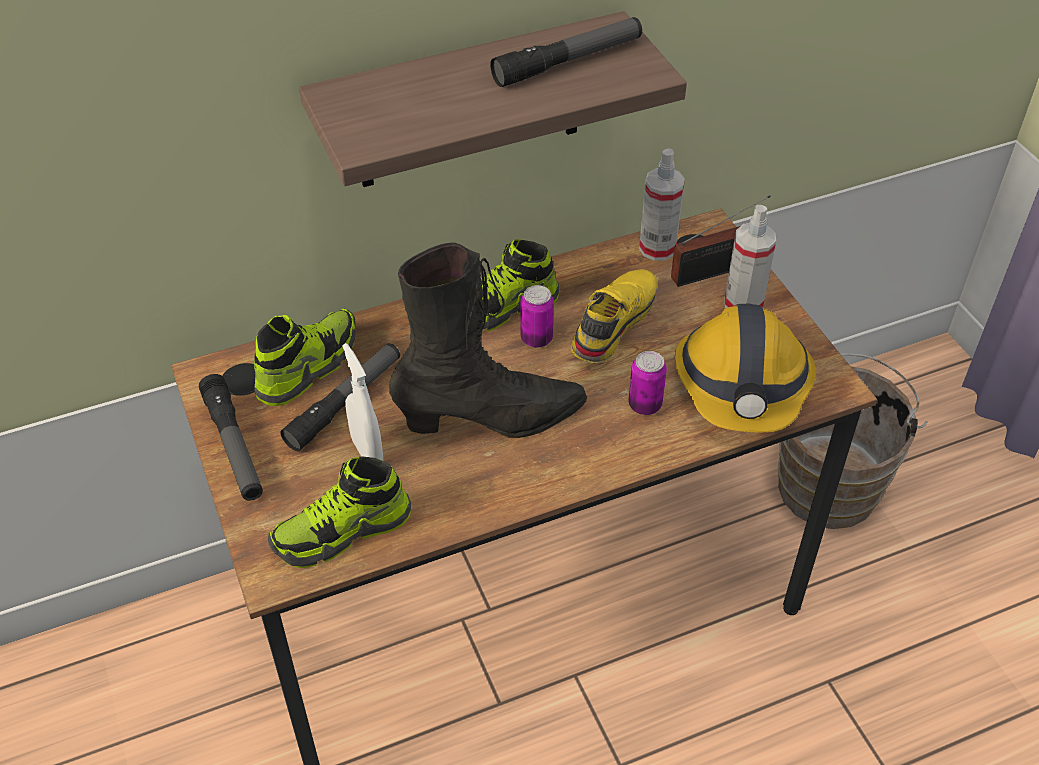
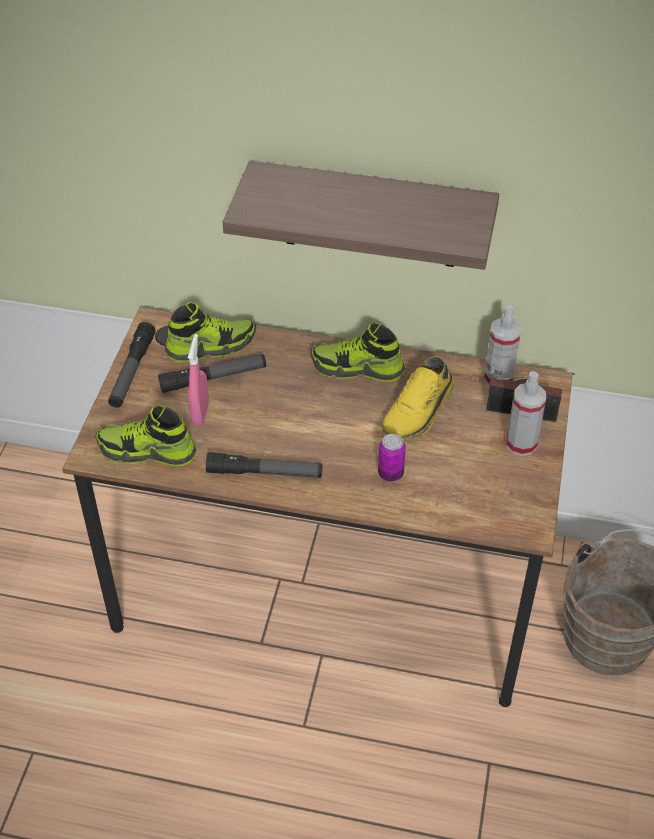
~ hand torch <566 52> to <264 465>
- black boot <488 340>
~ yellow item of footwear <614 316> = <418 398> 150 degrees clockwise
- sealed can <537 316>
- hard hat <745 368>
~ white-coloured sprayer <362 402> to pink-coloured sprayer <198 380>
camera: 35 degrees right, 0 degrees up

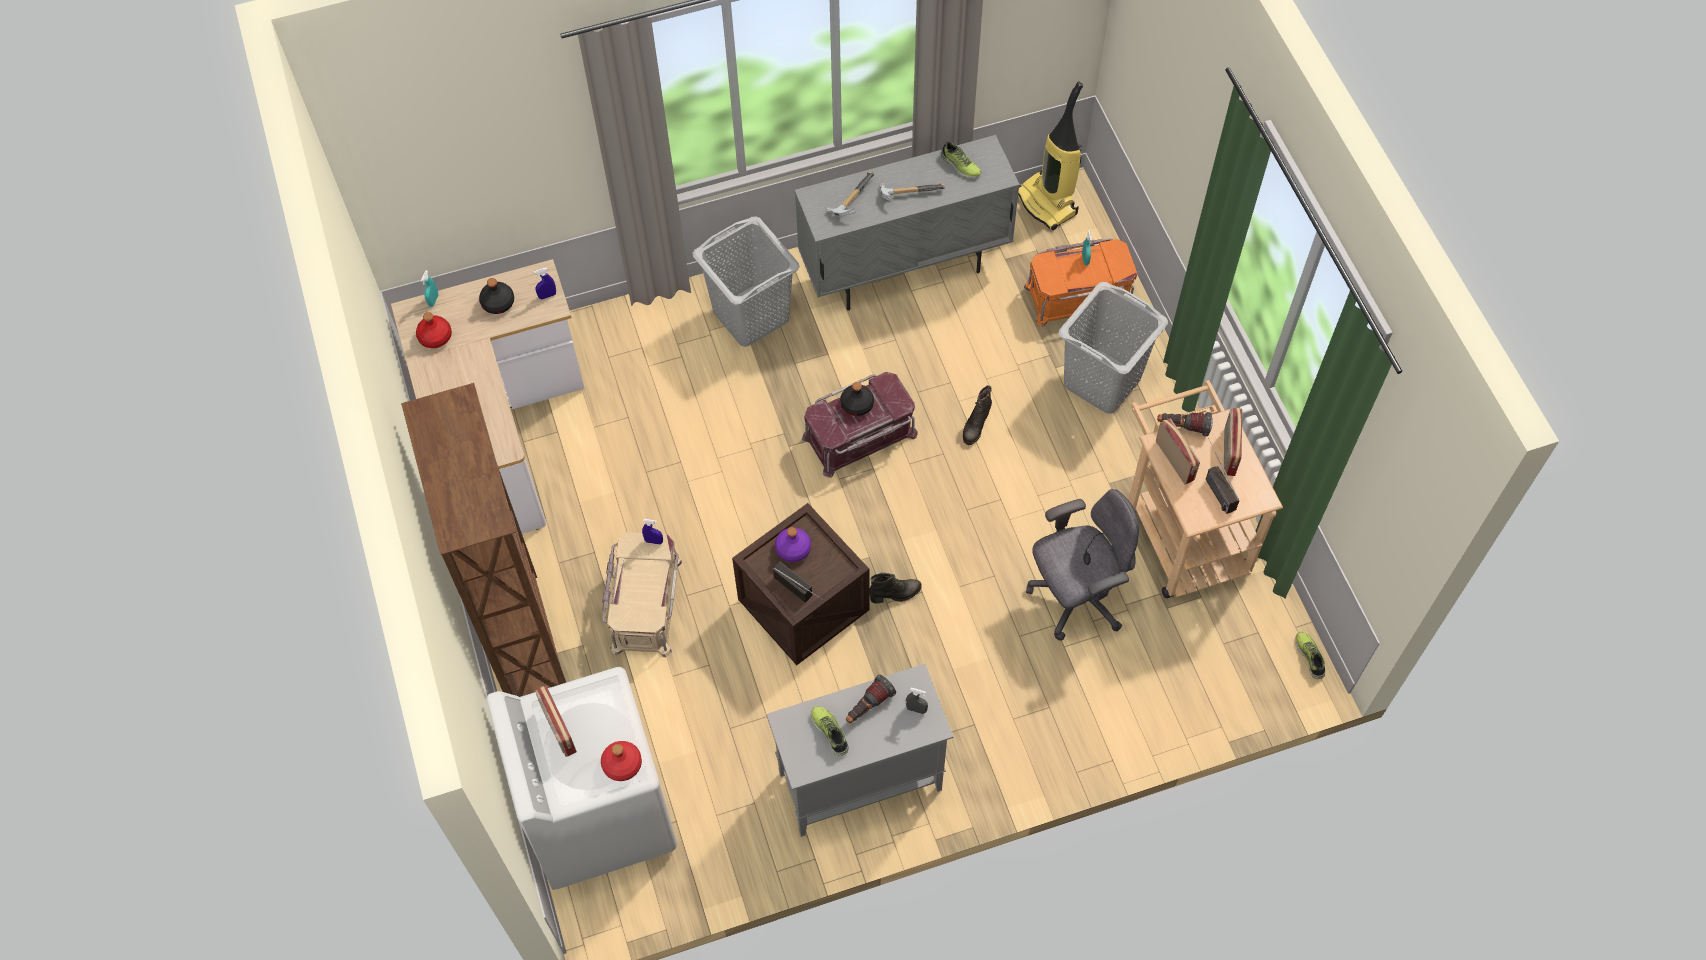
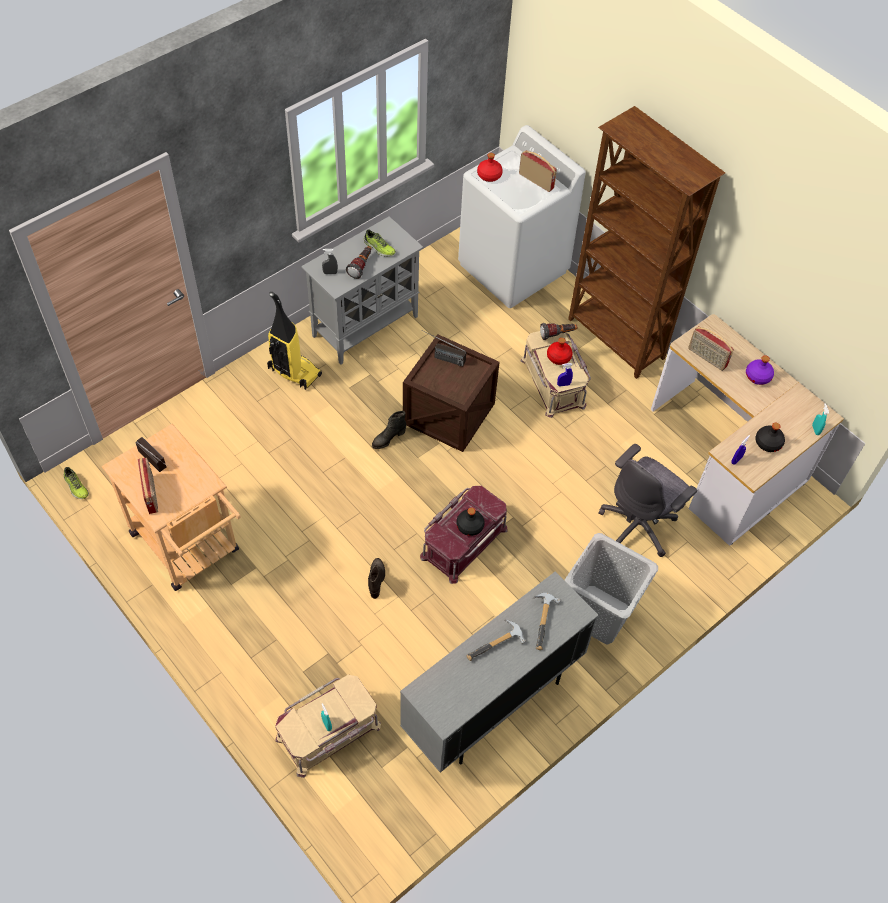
~ hoover <1050 156> to <294 341>
- item of footwear <961 159>
~ orange storage box <1080 282> to sand-coloured storage box <328 726>
- grey hamper <1113 348>
~ reddish beverage bottle <434 330> to <559 351>
~ hand torch <1185 424> to <559 331>
~ radio <1178 452> to <711 348>
~ grey computer chair <1082 565> to <647 500>
~ purple beverage bottle <793 544> to <760 370>
camera: 155 degrees right, 5 degrees down

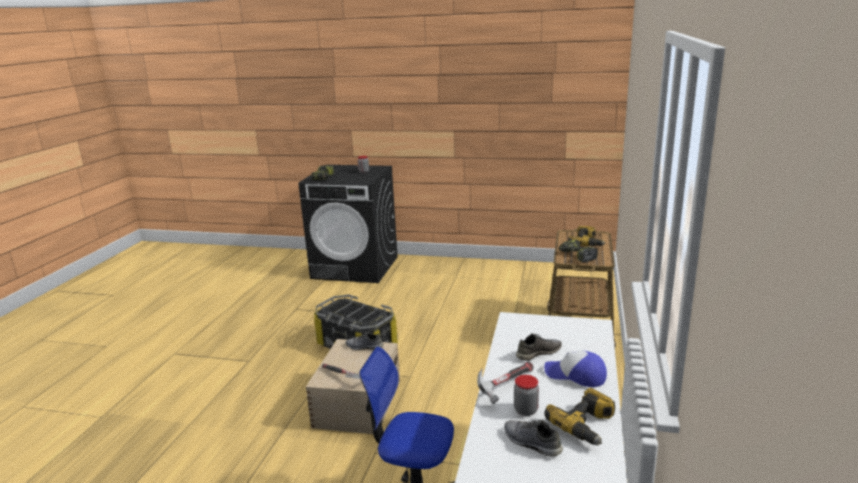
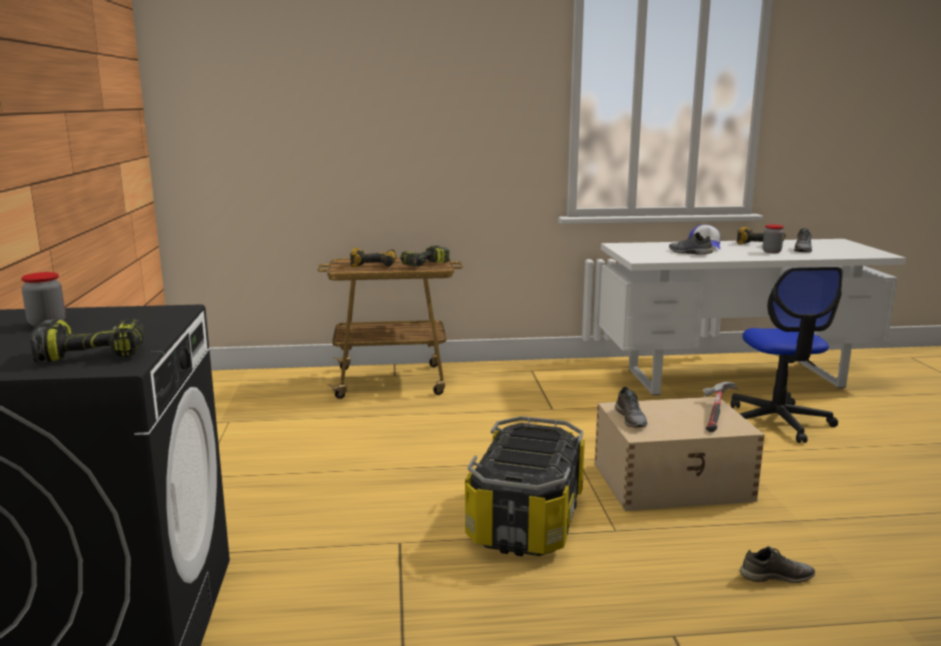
- hammer <505 383>
+ grey item of footwear <777 564>
camera: 110 degrees left, 5 degrees down

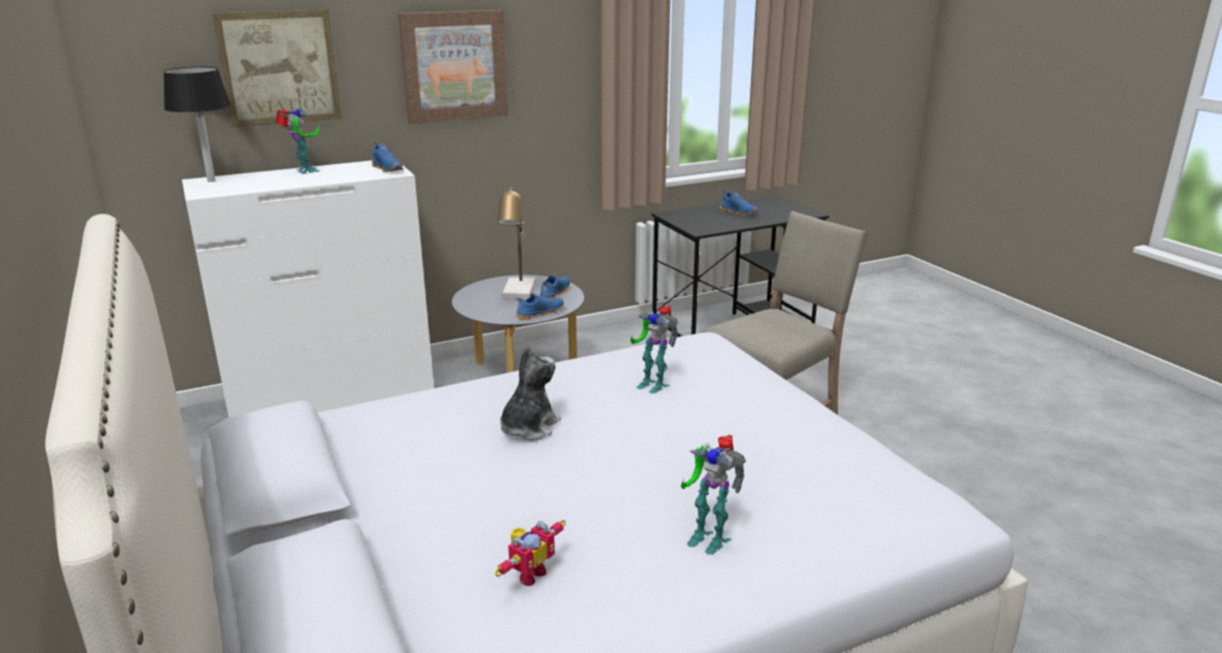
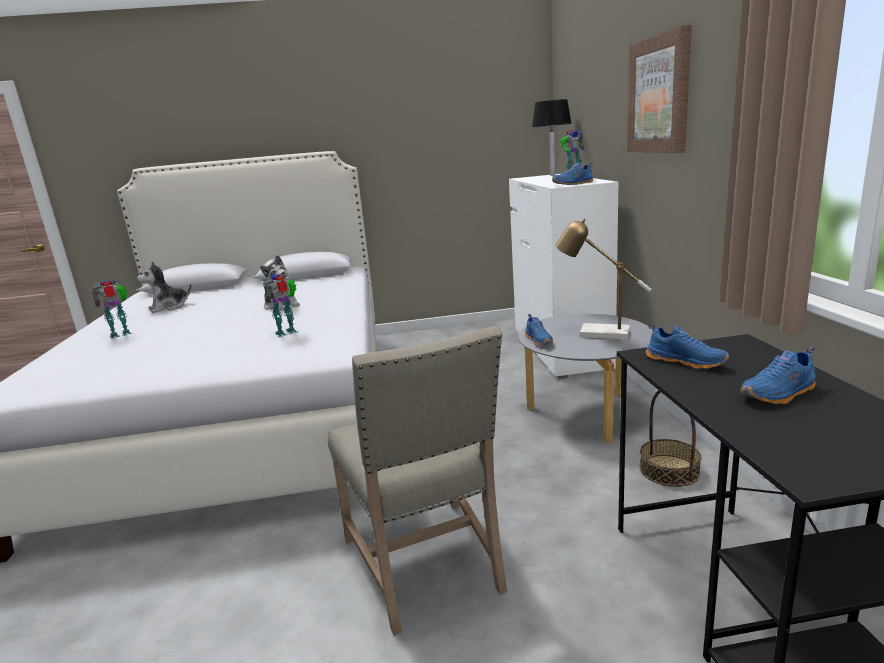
- picture <277 68>
~ blue item of footwear <555 287> to <687 346>
~ robot figure <530 553> to cuddly toy <164 287>
+ household basket <670 438>
camera: 110 degrees right, 5 degrees down

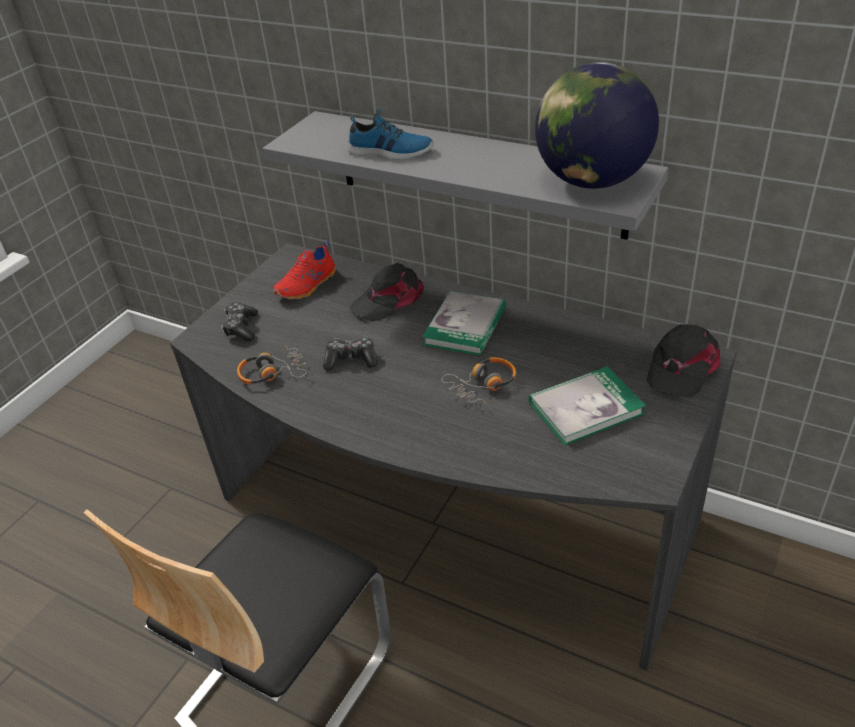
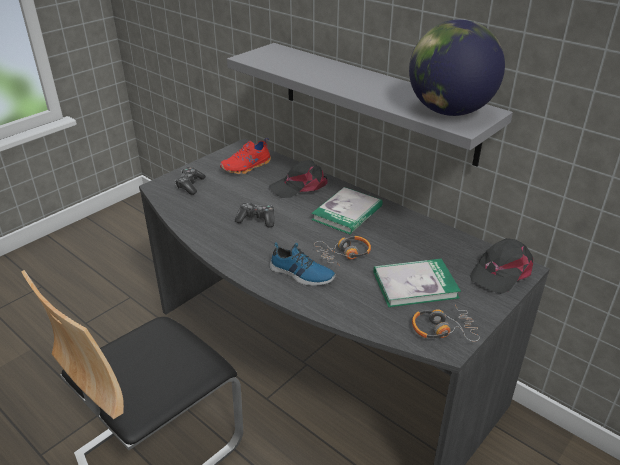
~ item of footwear <390 134> to <303 264>
~ headset <272 364> to <446 323>
camera: 10 degrees right, 5 degrees down

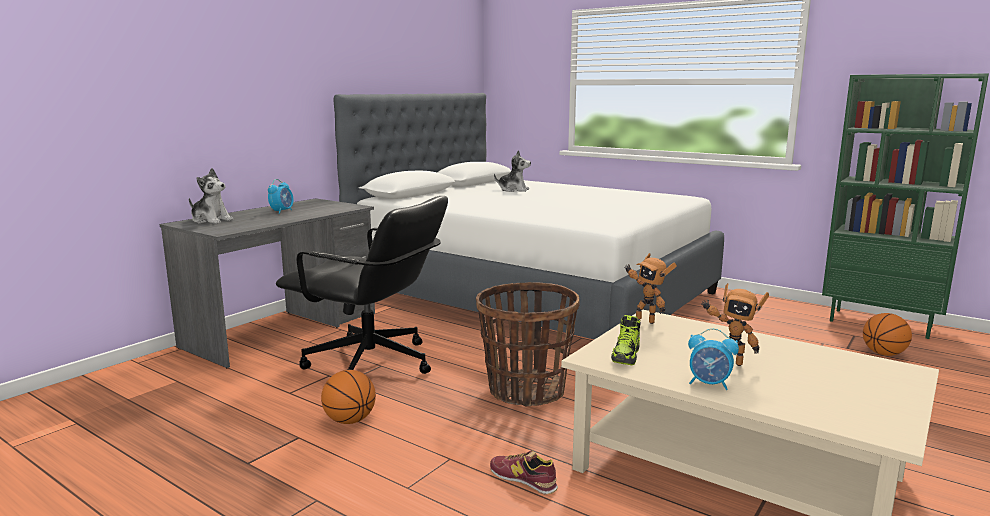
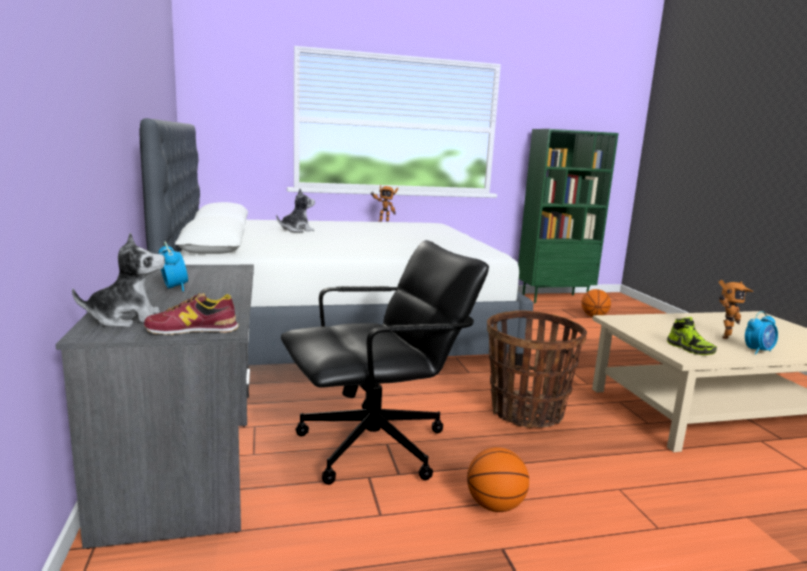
~ robot figure <650 288> to <384 203>
~ item of footwear <524 473> to <191 314>
camera: 50 degrees left, 0 degrees up

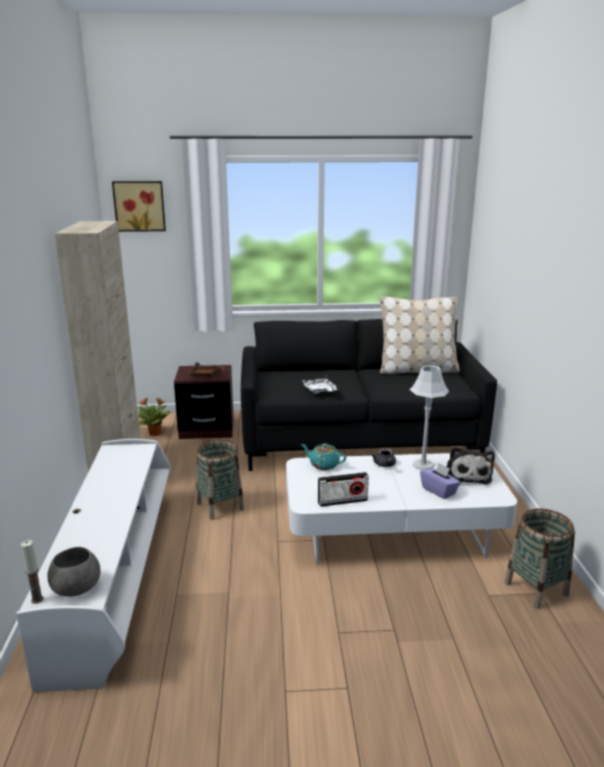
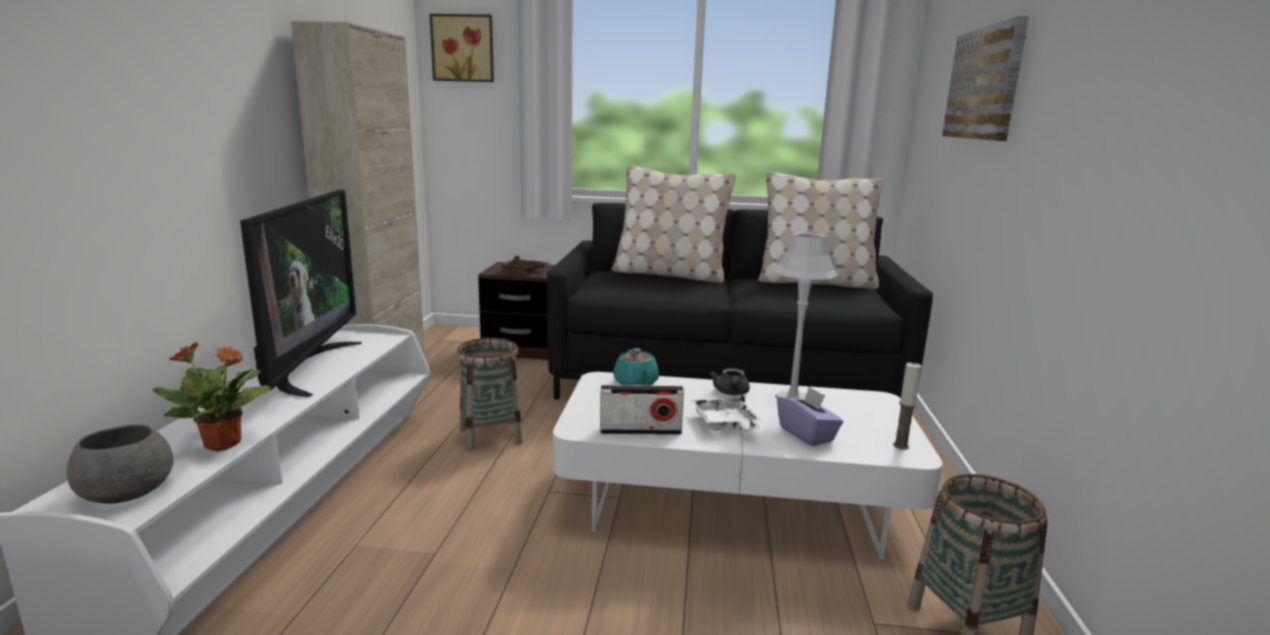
~ white-coloured carrying tray <319 385> to <726 412>
~ houseplant <154 416> to <211 396>
~ blue-green pot for tea <323 457> = <636 366> 135 degrees counterclockwise
- cuddly toy <470 465>
~ wax candle <32 572> to <907 406>
+ picture <985 78>
+ sand-coloured cushion <674 224>
+ TV <301 293>
camera: 10 degrees right, 5 degrees down

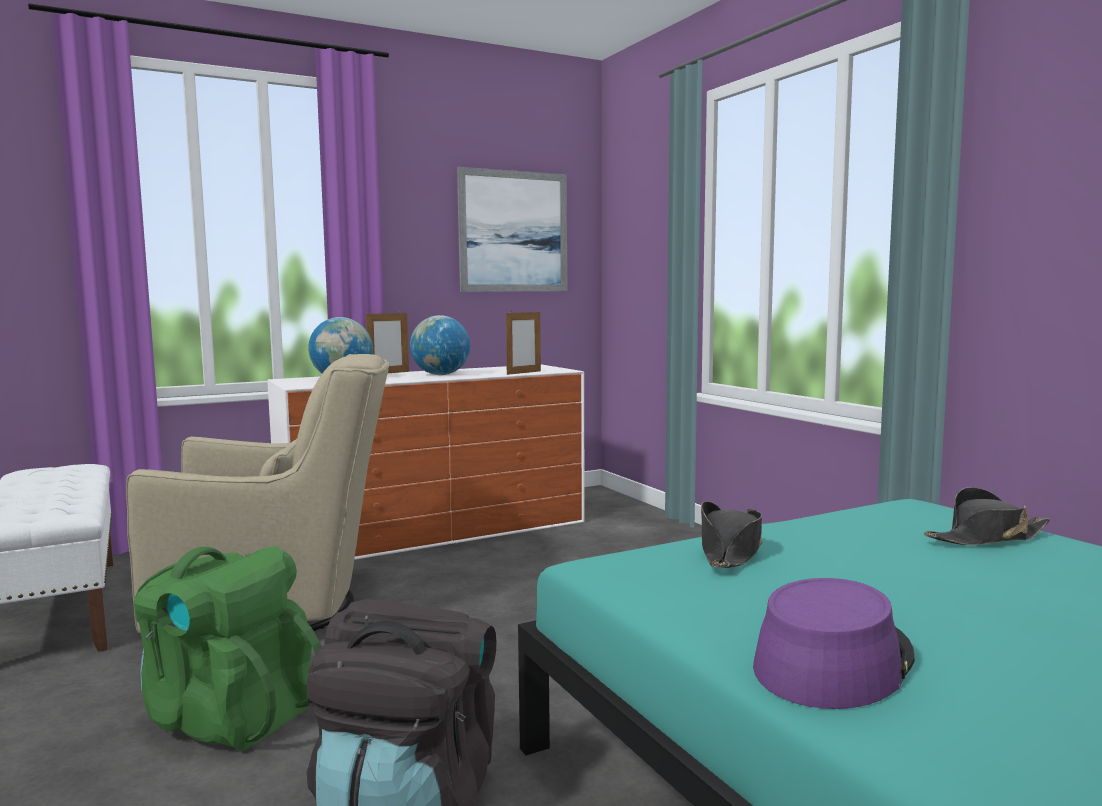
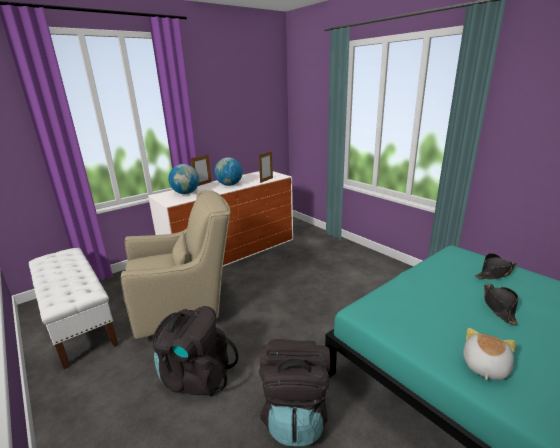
- picture <512 229>
~ black clothing hat <731 534> to <501 304>
~ green-coloured rucksack <227 648> to black rucksack <195 351>
~ purple clothing hat <834 643> to cuddly toy <489 354>
camera: 10 degrees left, 15 degrees up

